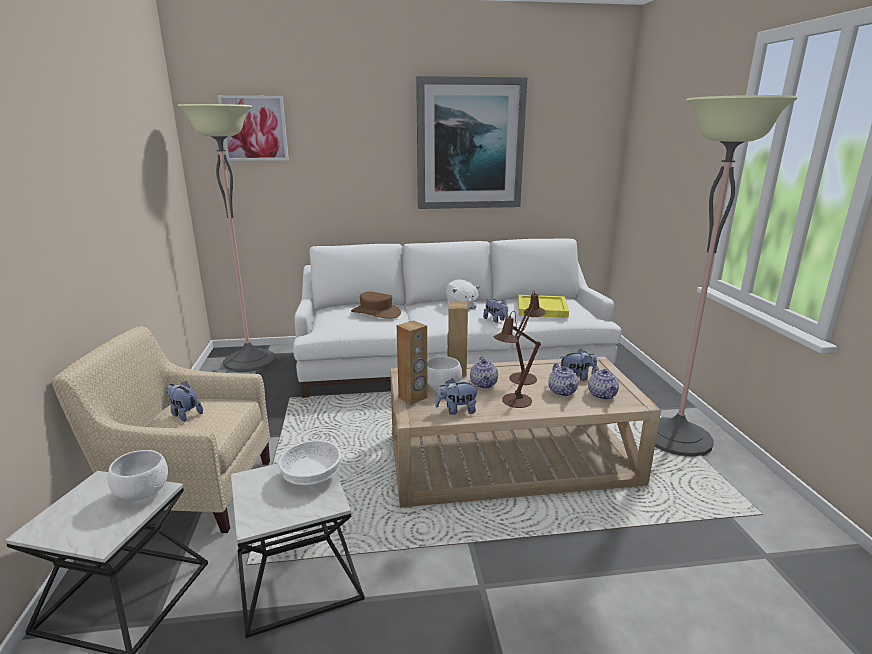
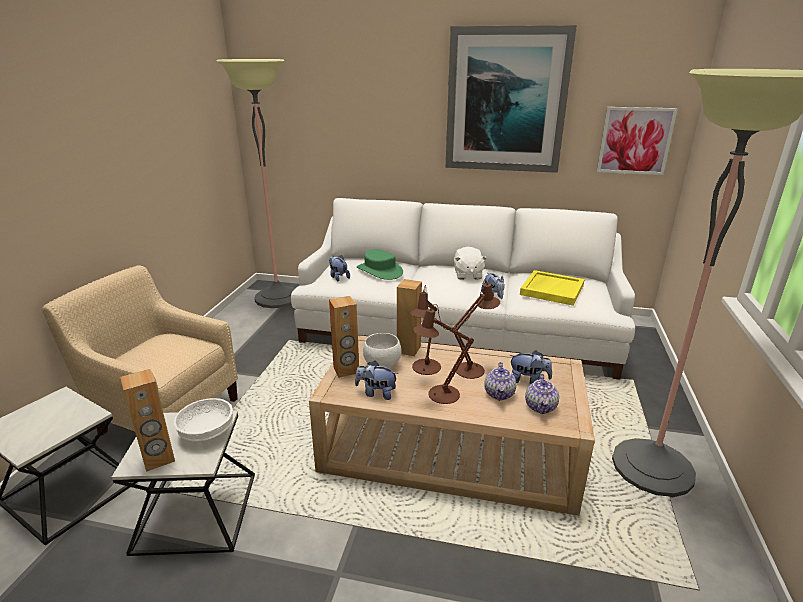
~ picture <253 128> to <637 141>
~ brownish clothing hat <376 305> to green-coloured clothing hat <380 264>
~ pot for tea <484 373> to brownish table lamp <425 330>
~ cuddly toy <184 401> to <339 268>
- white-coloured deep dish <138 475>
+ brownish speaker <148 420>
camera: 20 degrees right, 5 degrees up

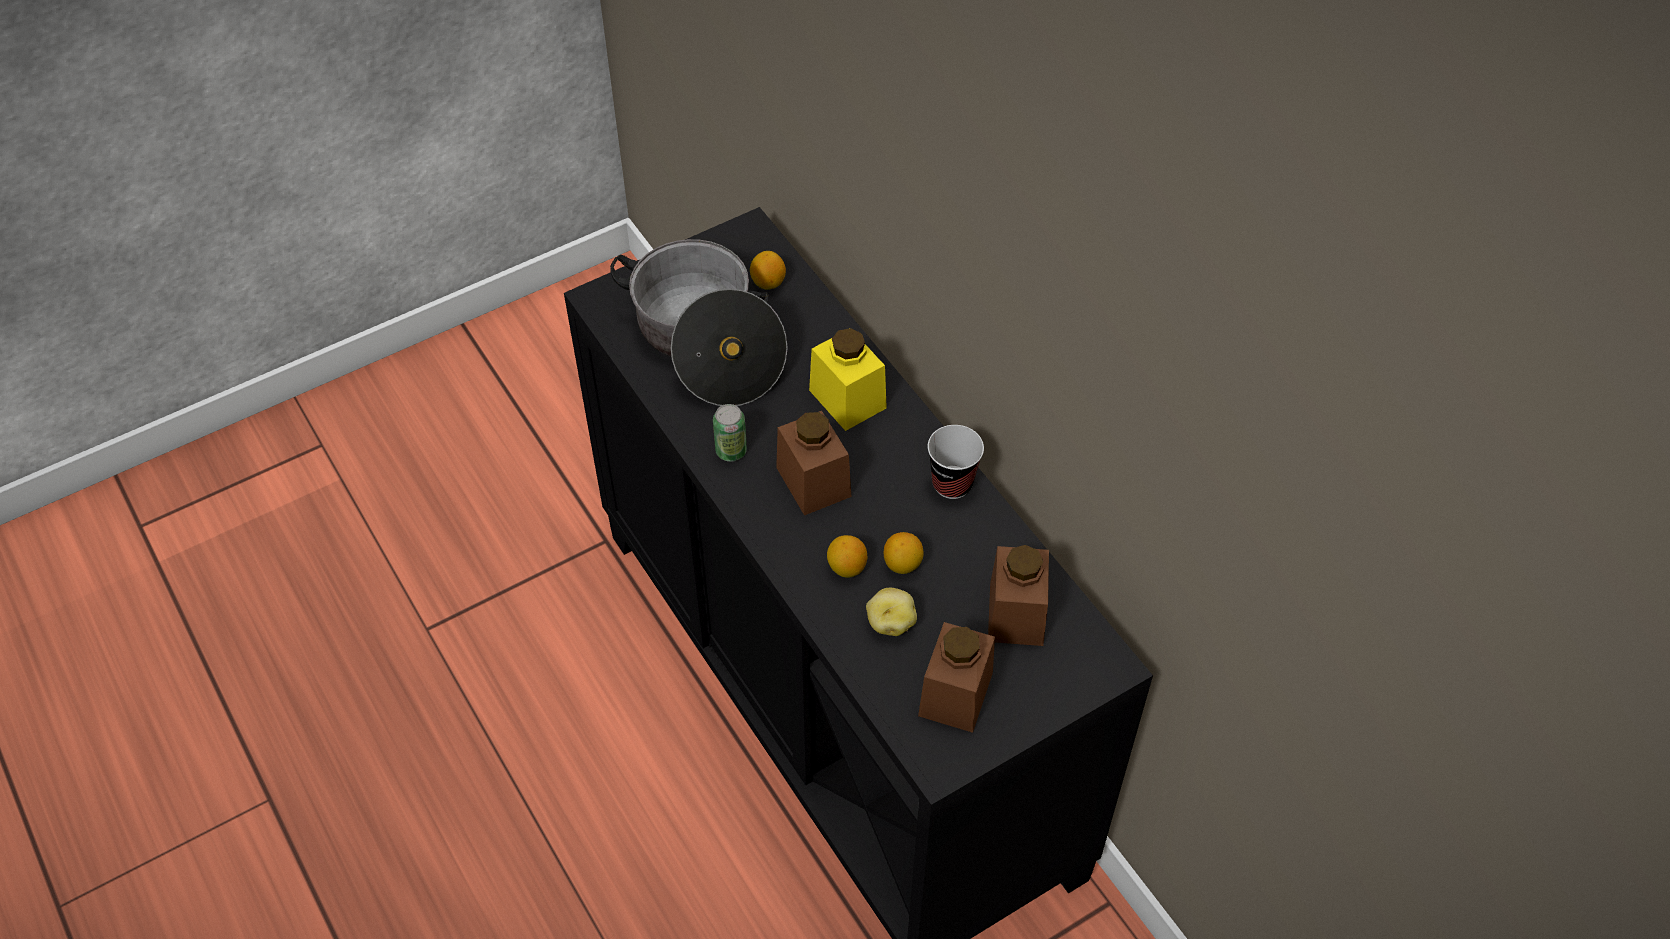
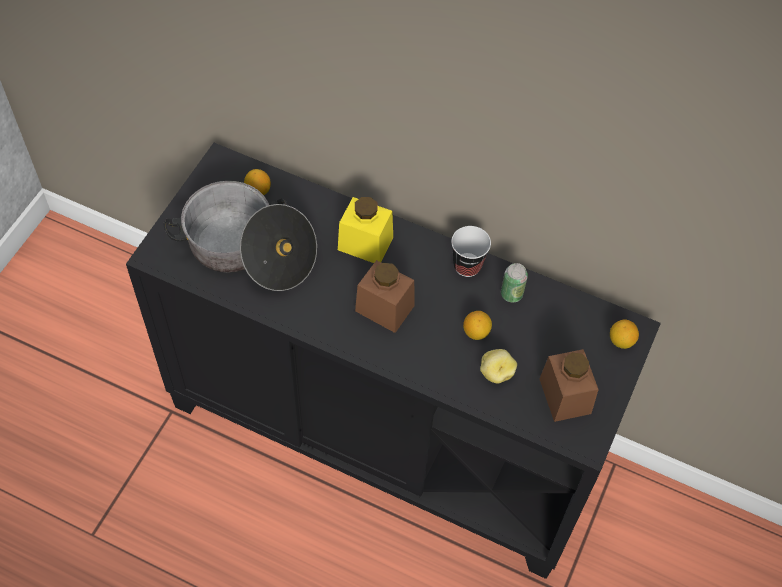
~ sealed can <730 433> to <514 283>
~ citrus fruit <847 556> to <624 334>
- brownish preserve jar <1018 595>
camera: 35 degrees left, 5 degrees up

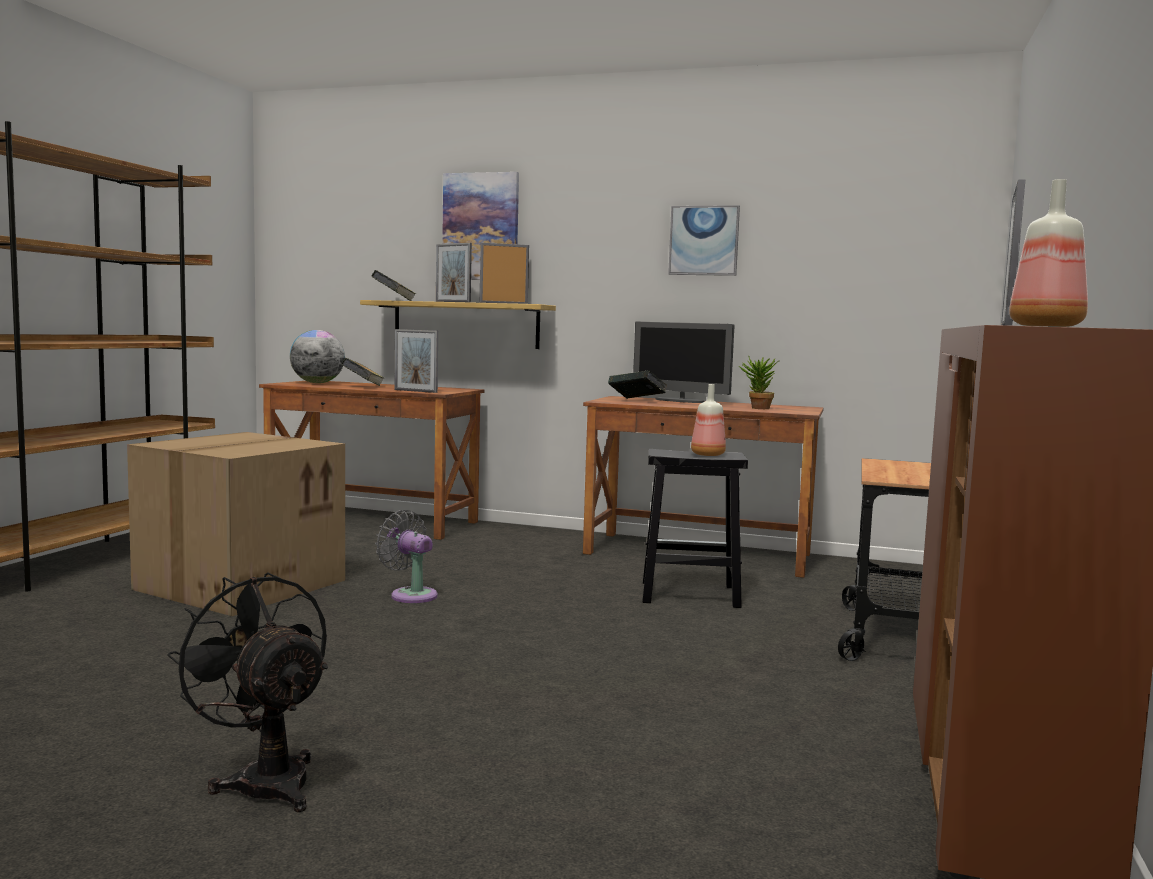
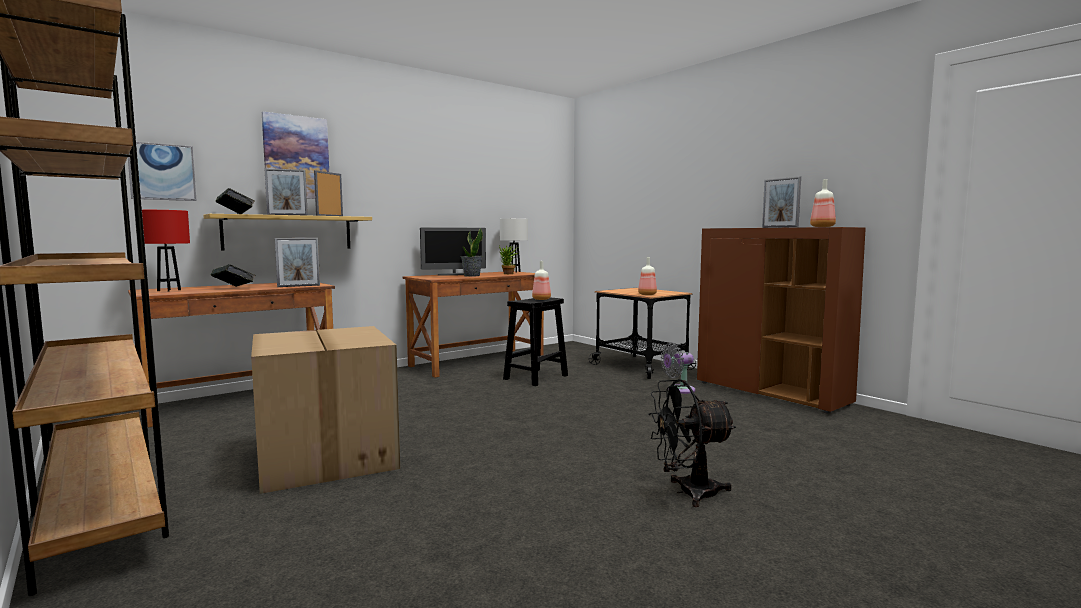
~ picture <704 240> to <162 171>
~ world globe <317 356> to reddish table lamp <166 251>
- book <637 384>
~ grey cooling fan <406 556> to <678 368>
+ white-coloured table lamp <514 245>
+ houseplant <472 252>
+ beverage bottle <647 276>
camera: 55 degrees left, 0 degrees up

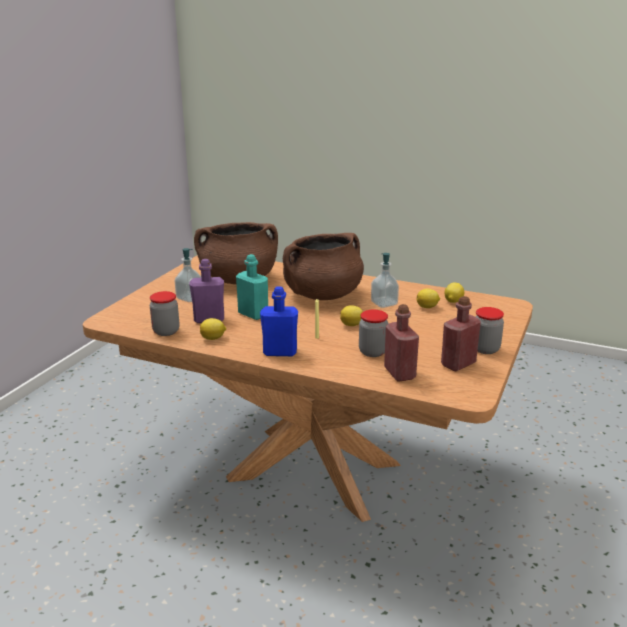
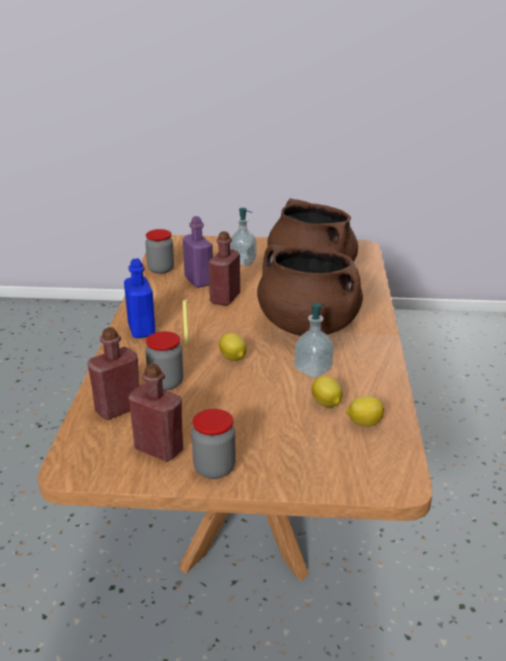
~ blue-green beverage bottle <252 287> to reddish beverage bottle <224 268>
- citrus fruit <213 329>
camera: 70 degrees right, 5 degrees up

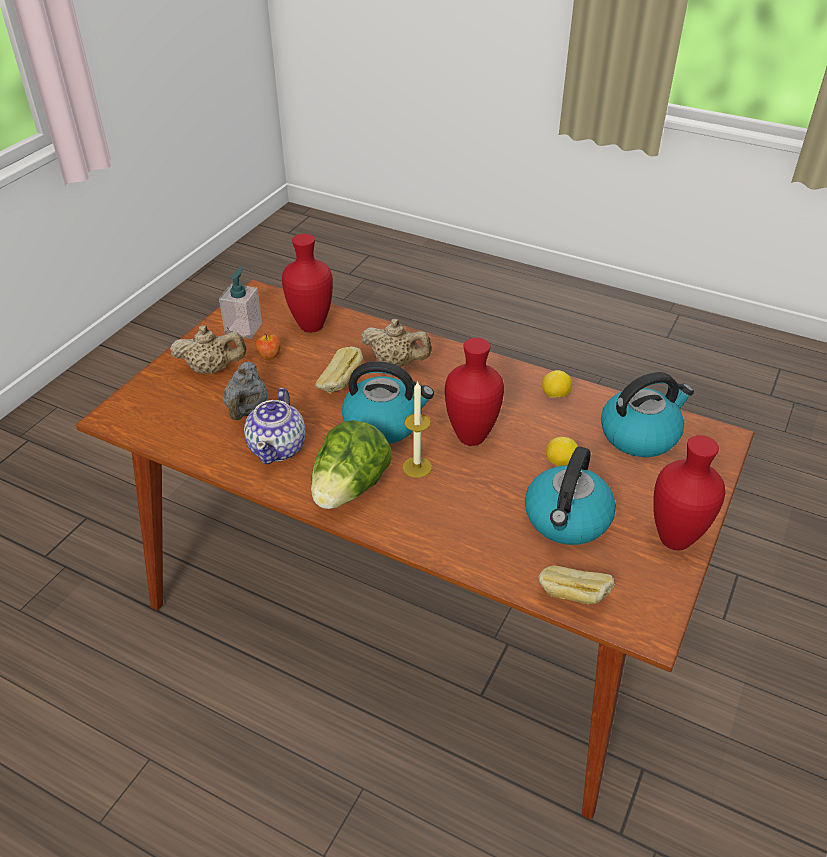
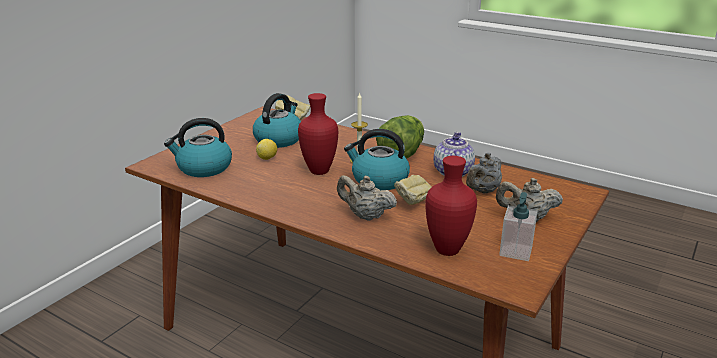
- apple <268 346>
~ grey pot for tea <245 391> = <484 173> 150 degrees counterclockwise
- citrus fruit <557 384>
- reddish vase <689 492>
camera: 175 degrees left, 15 degrees down

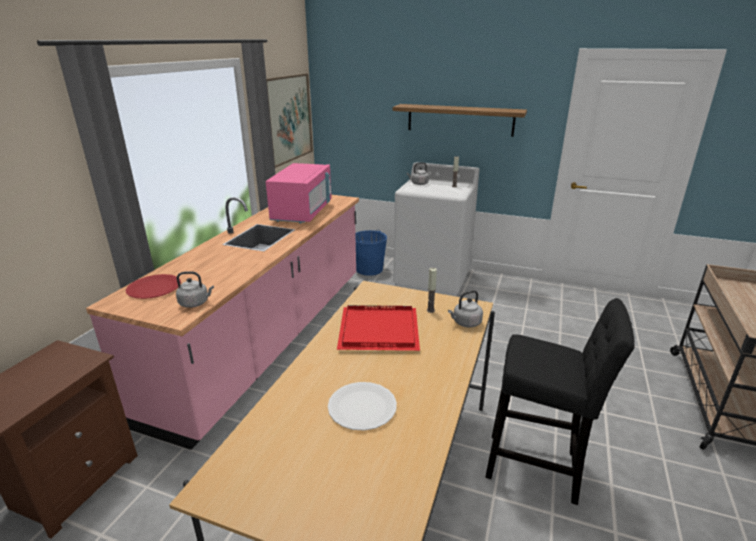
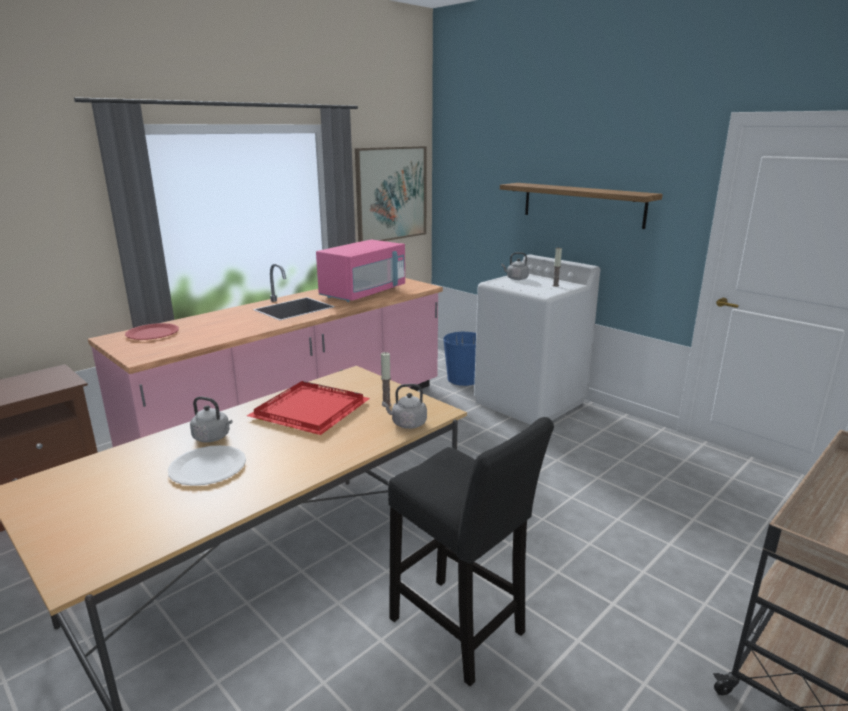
~ grey tea kettle <195 289> to <211 420>
camera: 25 degrees right, 5 degrees down

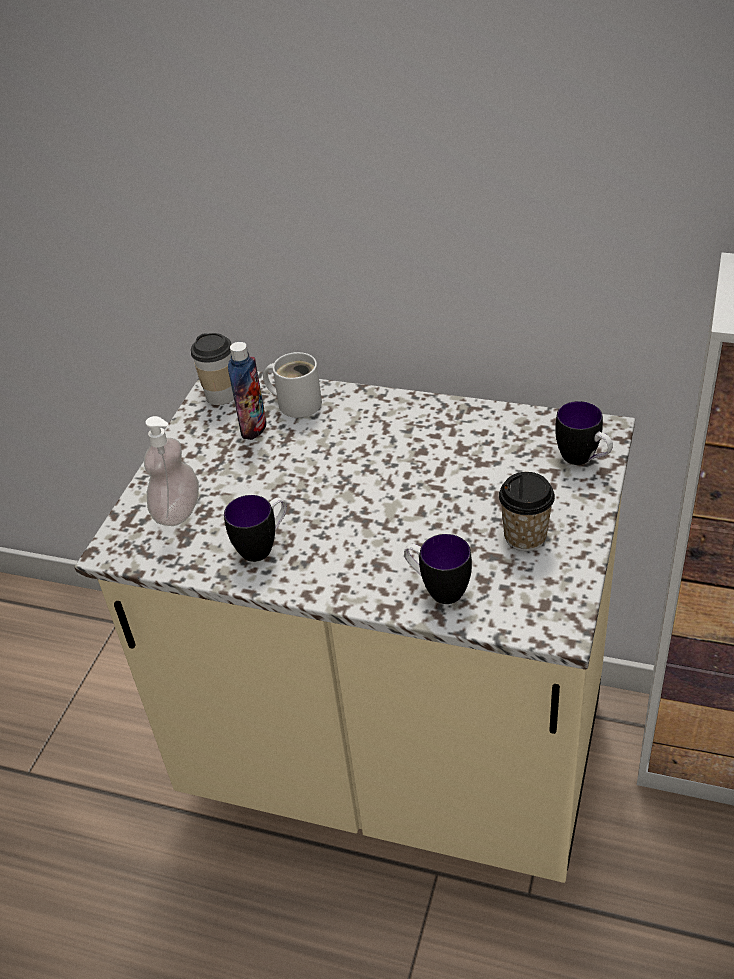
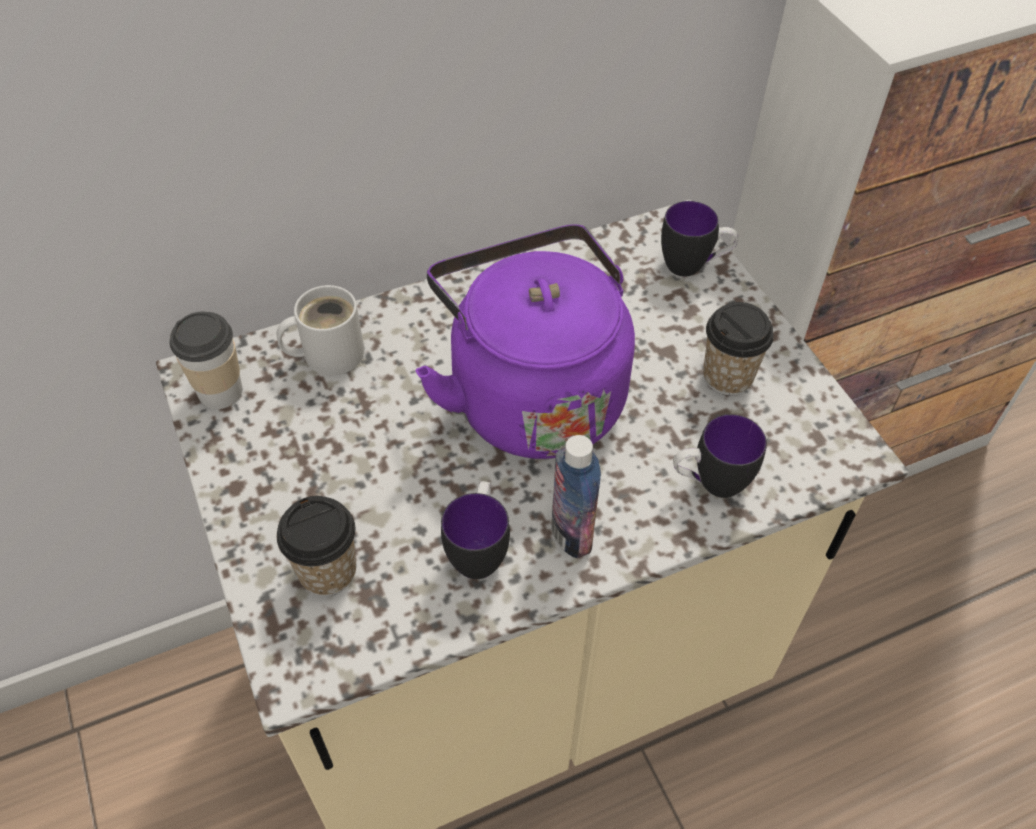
~ beverage bottle <247 391> to <576 496>
~ soap dispenser <171 471> to drinking cup <316 546>
+ purple tea kettle <525 341>
camera: 45 degrees left, 10 degrees up

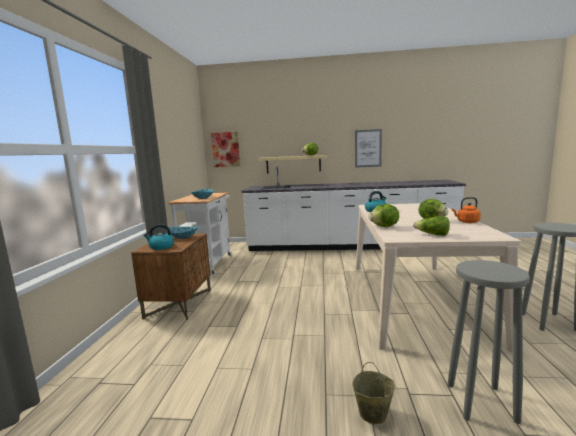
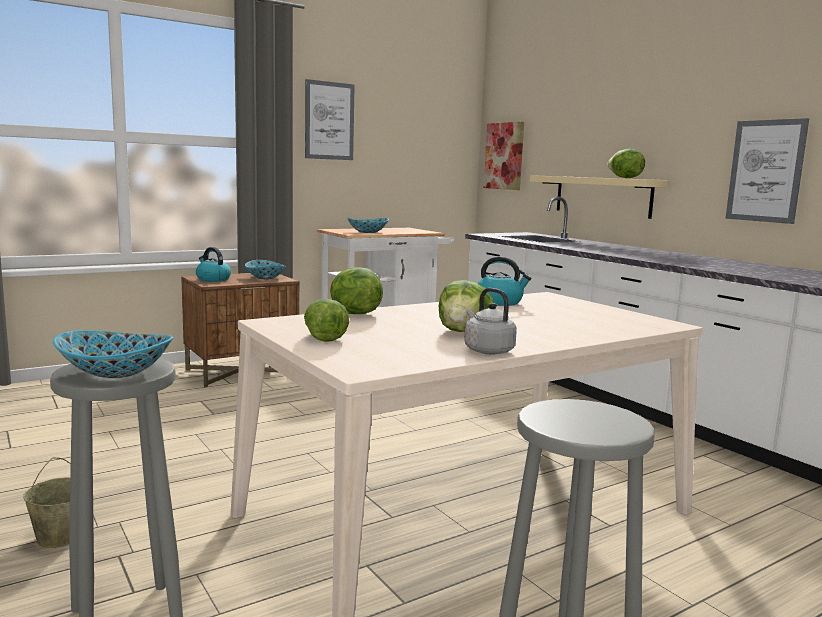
~ orange tea kettle <466 210> to grey tea kettle <490 321>
+ picture <330 119>
+ deep dish <113 354>
camera: 50 degrees right, 0 degrees up

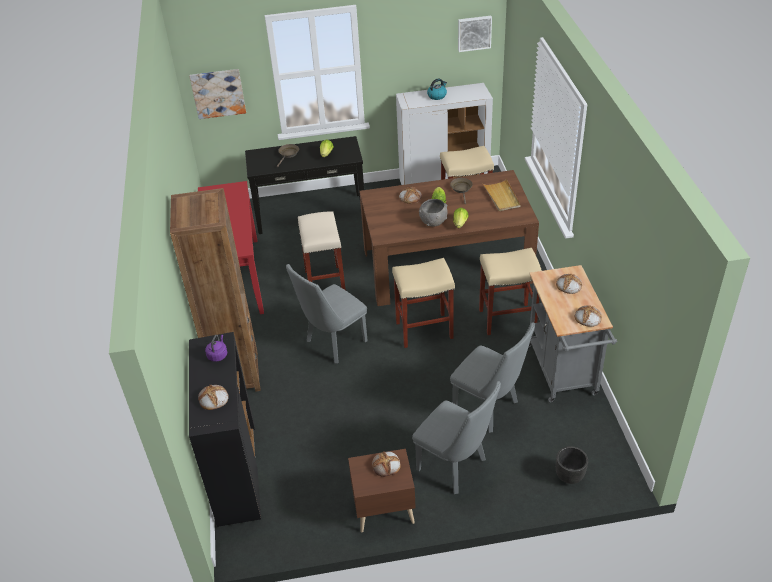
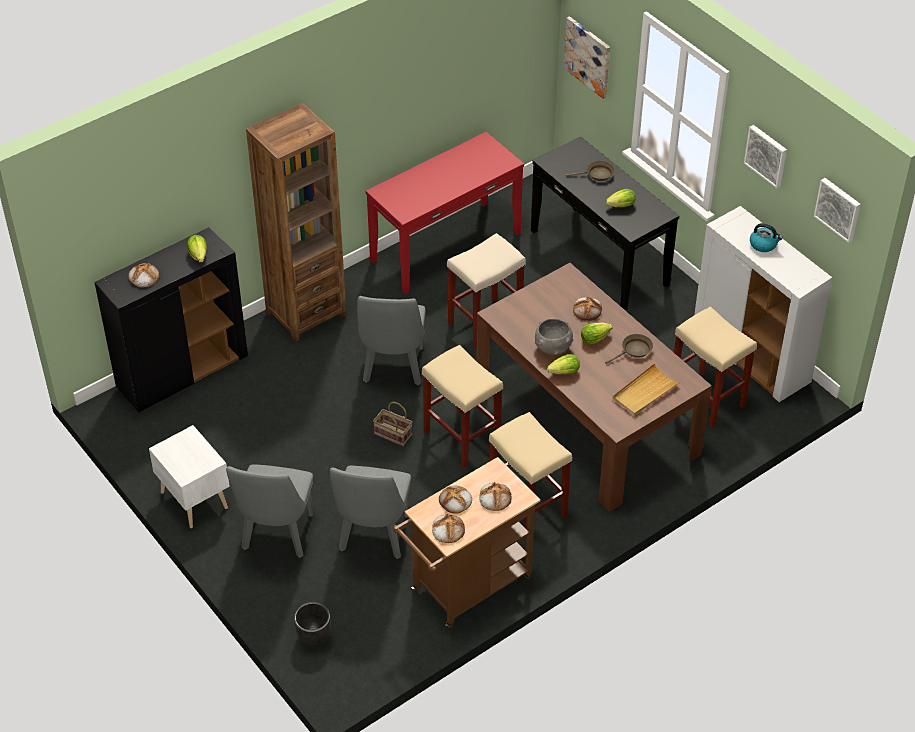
~ grey chair <327 313> = <391 340> 105 degrees counterclockwise
~ grey cart <573 333> to brownish cart <467 542>
~ purple tea kettle <216 348> to lettuce head <197 249>
~ brownish bedside table <382 490> to white-coloured bedside table <189 476>
~ baked bread <386 464> to <455 500>
+ picture <765 156>
+ household basket <392 424>
camera: 60 degrees right, 5 degrees up

